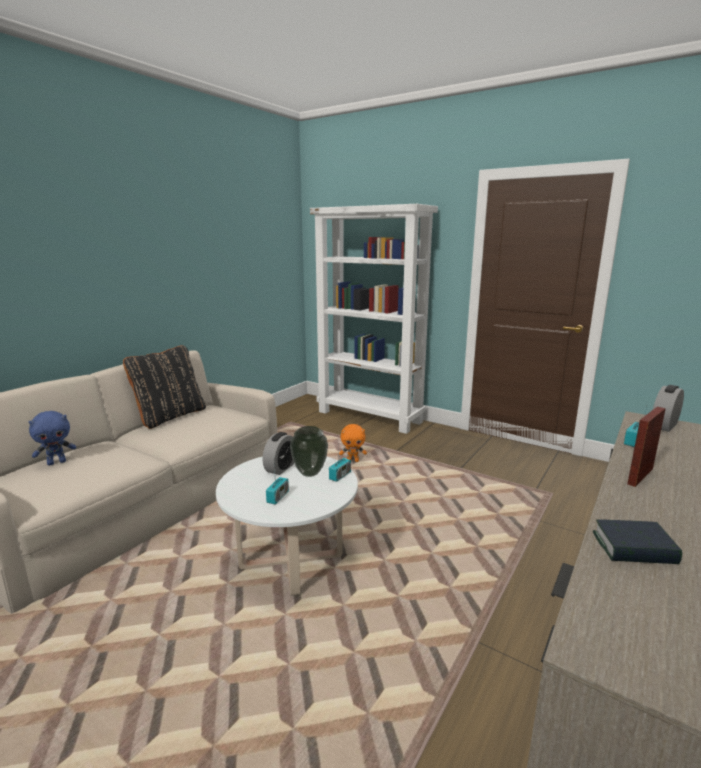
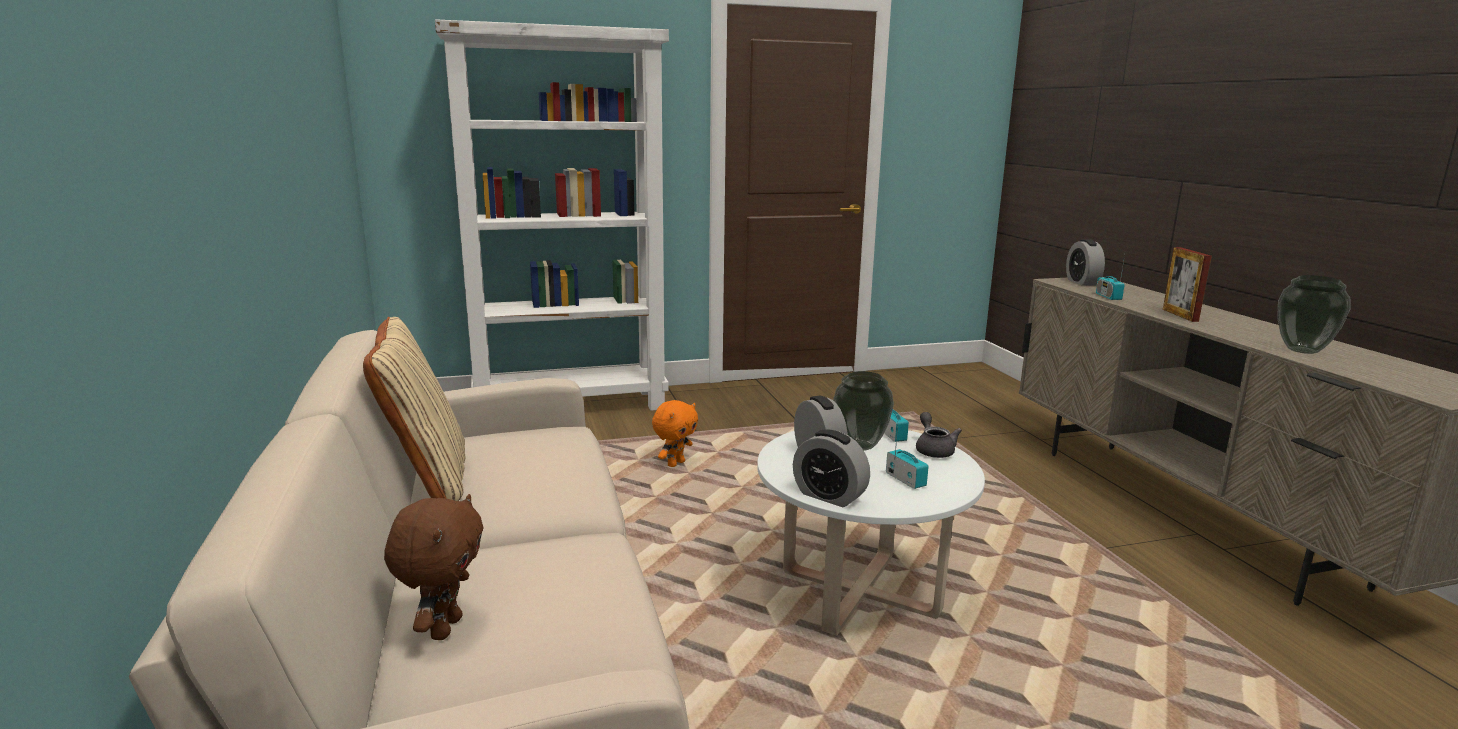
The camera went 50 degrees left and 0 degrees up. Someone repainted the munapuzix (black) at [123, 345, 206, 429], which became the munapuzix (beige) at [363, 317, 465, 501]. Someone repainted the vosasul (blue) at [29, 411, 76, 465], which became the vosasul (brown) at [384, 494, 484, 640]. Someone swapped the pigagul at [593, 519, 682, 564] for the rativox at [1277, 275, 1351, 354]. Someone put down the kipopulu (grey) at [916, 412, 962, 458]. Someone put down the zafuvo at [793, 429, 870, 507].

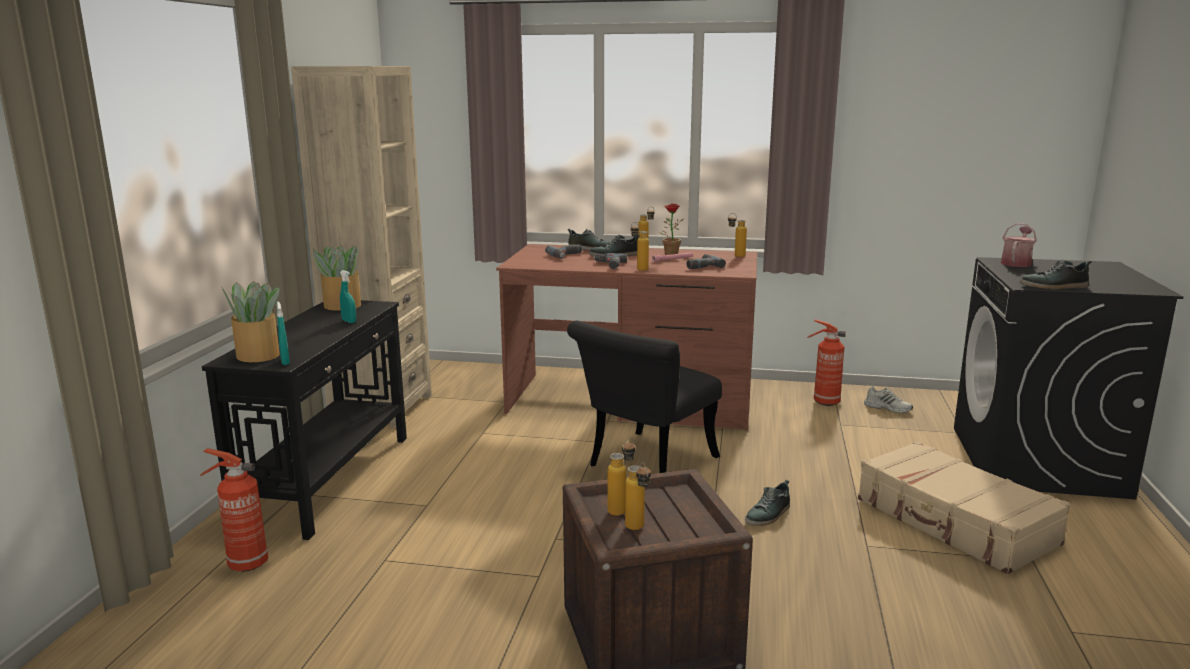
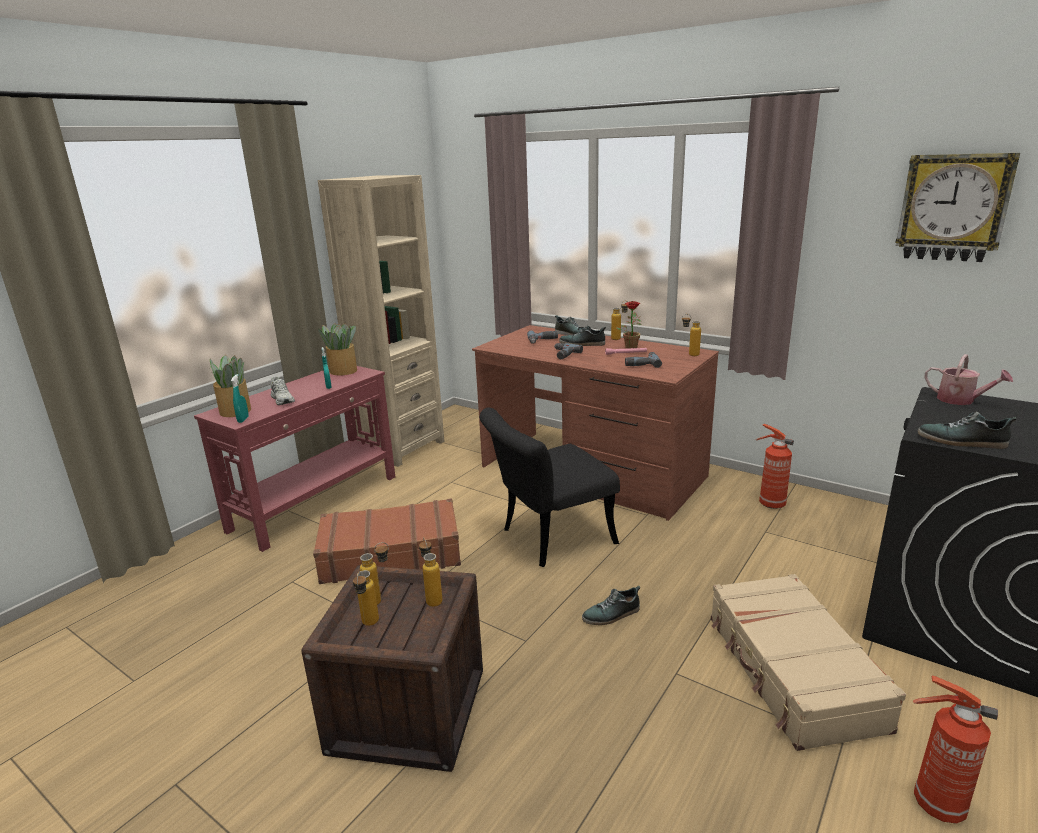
The camera went 25 degrees right and 5 degrees up. Someone carried the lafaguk from [631, 222, 649, 271] to [419, 537, 443, 607]. Someone rotated the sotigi at [1001, 223, 1037, 267] by 75 degrees clockwise. Someone repainted the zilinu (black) at [202, 300, 407, 540], which became the zilinu (red) at [194, 366, 395, 552]. Someone carried the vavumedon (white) from [864, 386, 913, 413] to [271, 377, 295, 405]. Someone carried the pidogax from [200, 448, 268, 572] to [913, 676, 998, 824]. Someone put up the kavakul at [895, 153, 1020, 262]. Someone put down the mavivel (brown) at [313, 498, 461, 584].

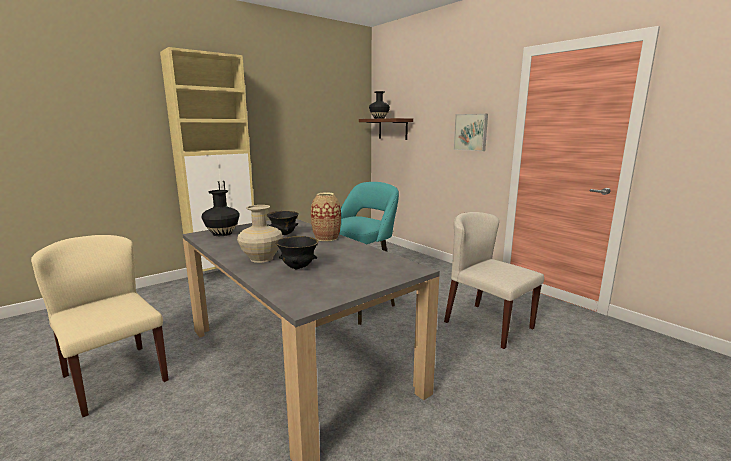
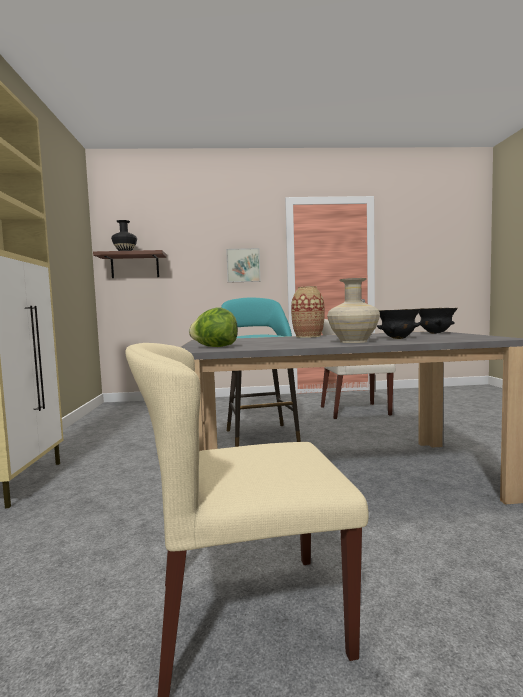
The camera went 55 degrees left and 10 degrees down. Someone swapped the rativox (black) at [201, 190, 240, 236] for the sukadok at [189, 308, 238, 347]. Someone carried the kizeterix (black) from [267, 211, 299, 235] to [419, 308, 458, 334].

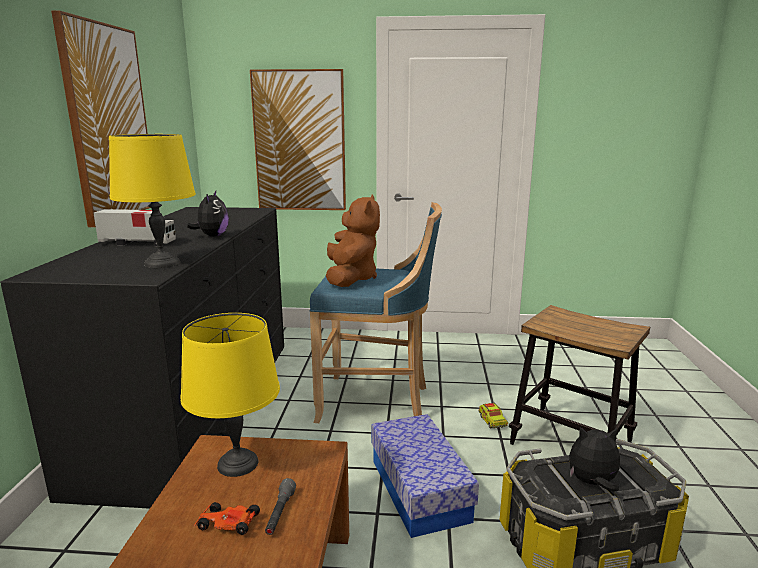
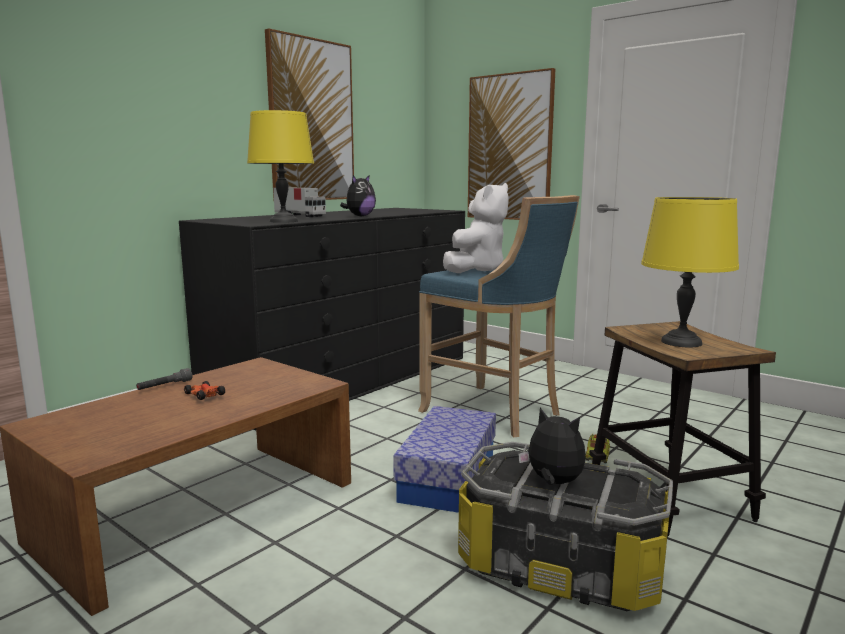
The camera went 35 degrees right and 5 degrees down. Someone repainted the vosasul (brown) at [326, 194, 380, 287], which became the vosasul (white) at [443, 183, 509, 273]. Someone carried the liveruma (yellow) from [180, 313, 280, 477] to [641, 197, 739, 348]. Someone carried the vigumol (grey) from [265, 478, 296, 535] to [136, 368, 192, 390].

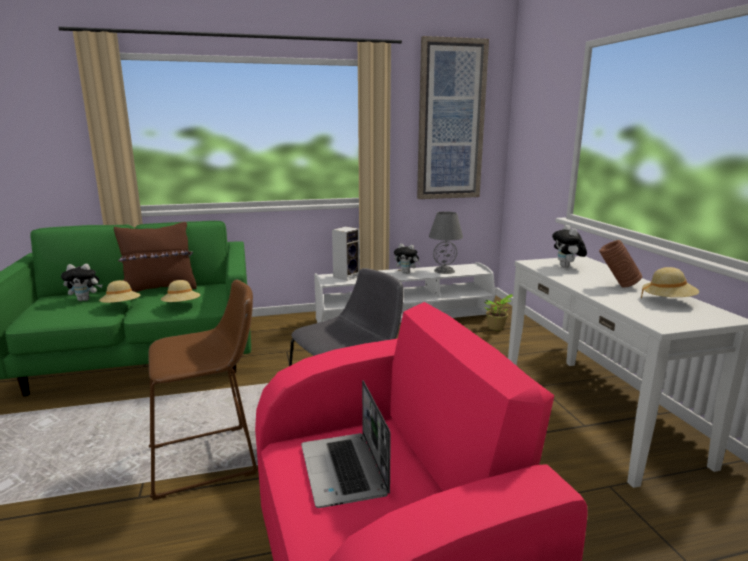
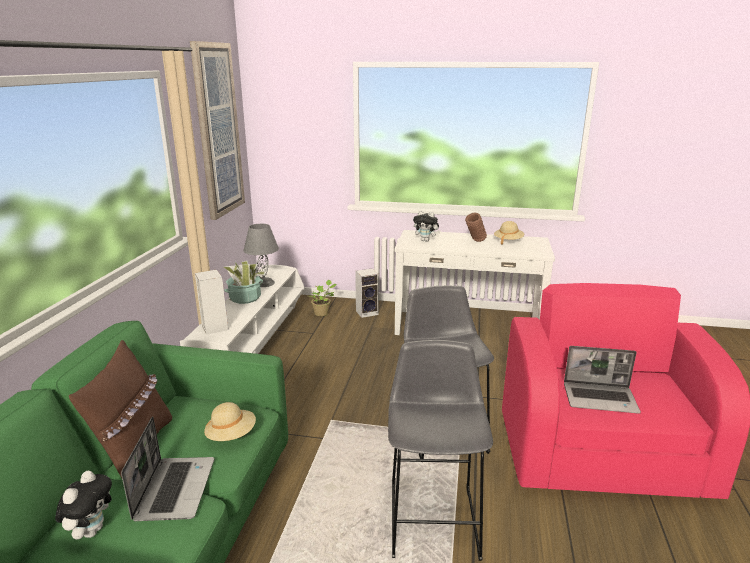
The camera went 65 degrees left and 5 degrees up. Someone swapped the vosasul at [394, 244, 420, 274] for the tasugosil at [224, 261, 265, 304]. Someone swapped the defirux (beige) at [99, 280, 140, 303] for the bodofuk at [121, 416, 214, 521]. Someone repainted the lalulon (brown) at [148, 280, 258, 500], which became the lalulon (grey) at [388, 340, 493, 561]. Someone put down the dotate at [355, 268, 379, 318].

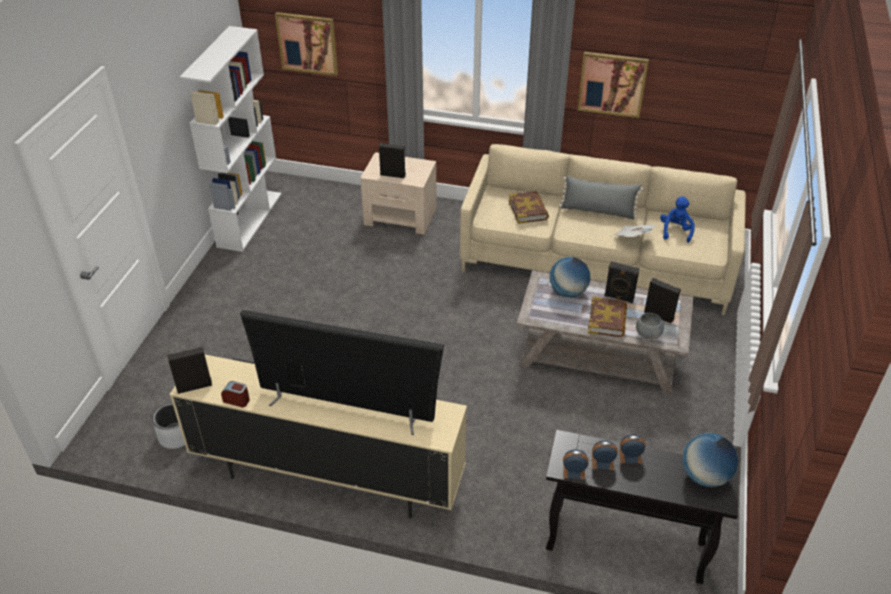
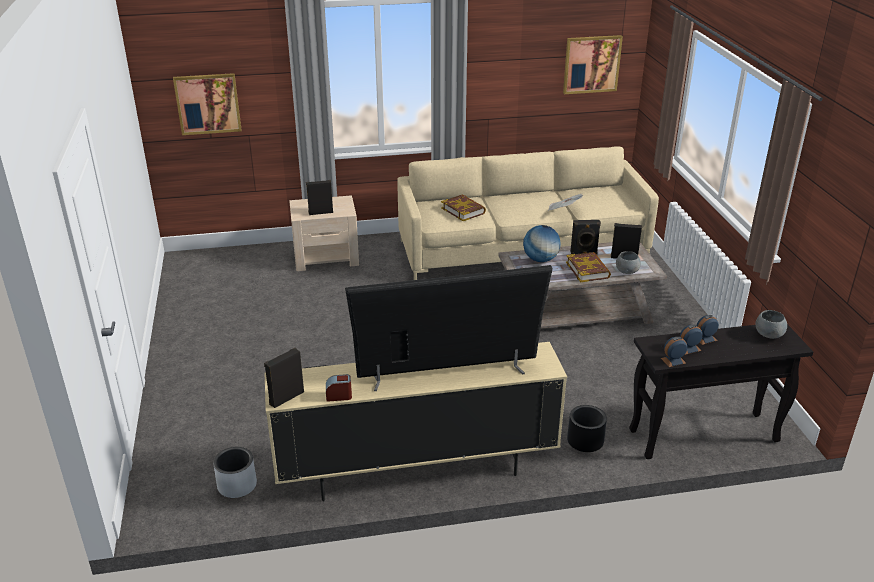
The camera went 25 degrees left and 10 degrees down. Someone took away the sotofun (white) at [180, 26, 281, 252]. Someone carried the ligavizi from [577, 52, 649, 118] to [563, 35, 623, 94]. Someone took away the munapuzix (grey) at [559, 176, 643, 220]. Someone took away the vosasul (blue) at [660, 196, 695, 243]. Someone swapped the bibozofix at [682, 433, 738, 487] for the kizeterix (grey) at [756, 310, 787, 339]. Someone put down the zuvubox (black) at [567, 405, 607, 452].

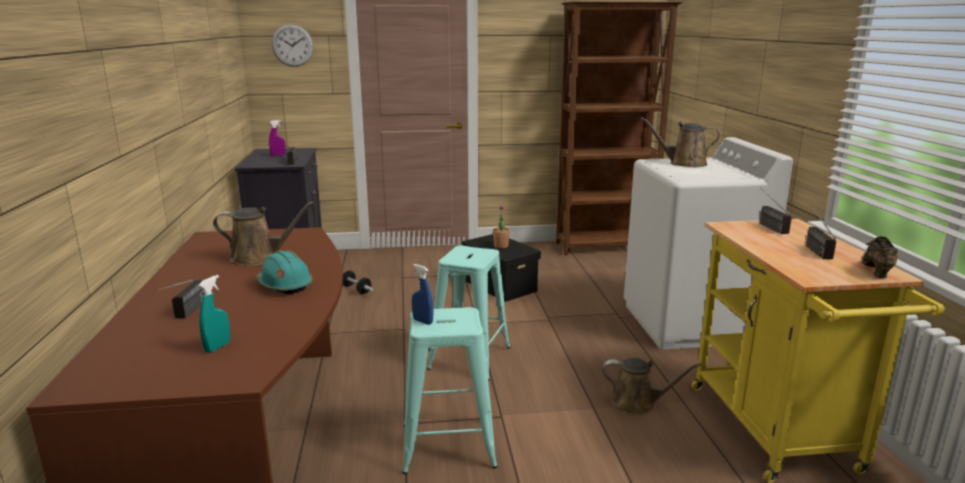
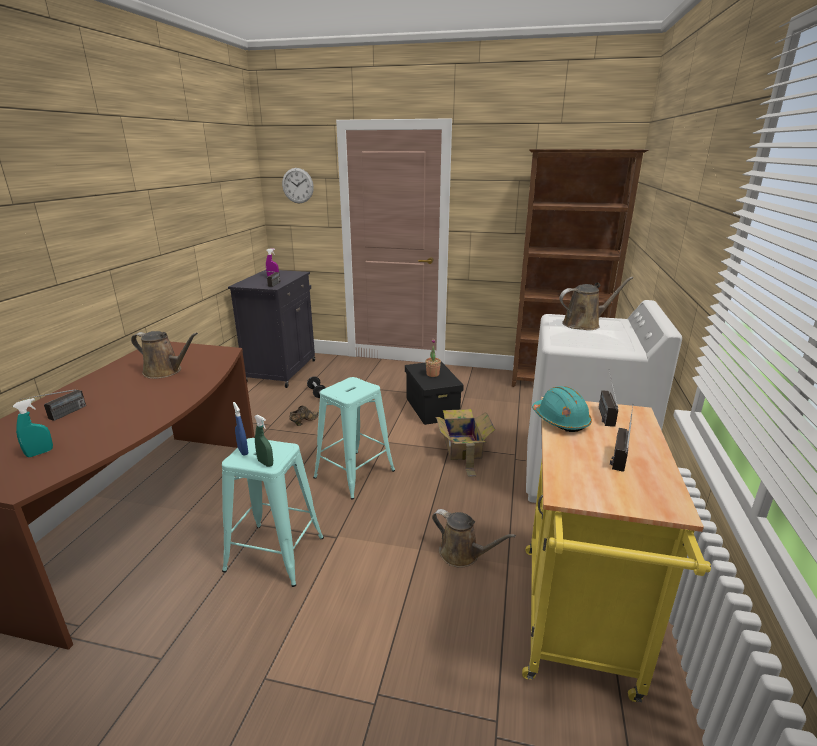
The camera went 20 degrees right and 5 degrees up. Someone rotated the sotigi (brown) at [641, 117, 720, 167] by 135 degrees clockwise. Someone carried the vavumedon (brown) from [862, 236, 898, 278] to [290, 406, 319, 426]. Someone carried the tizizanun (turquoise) from [256, 250, 313, 294] to [532, 386, 592, 432]. Someone put down the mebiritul at [435, 409, 495, 477]. Someone put down the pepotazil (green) at [254, 415, 273, 467].

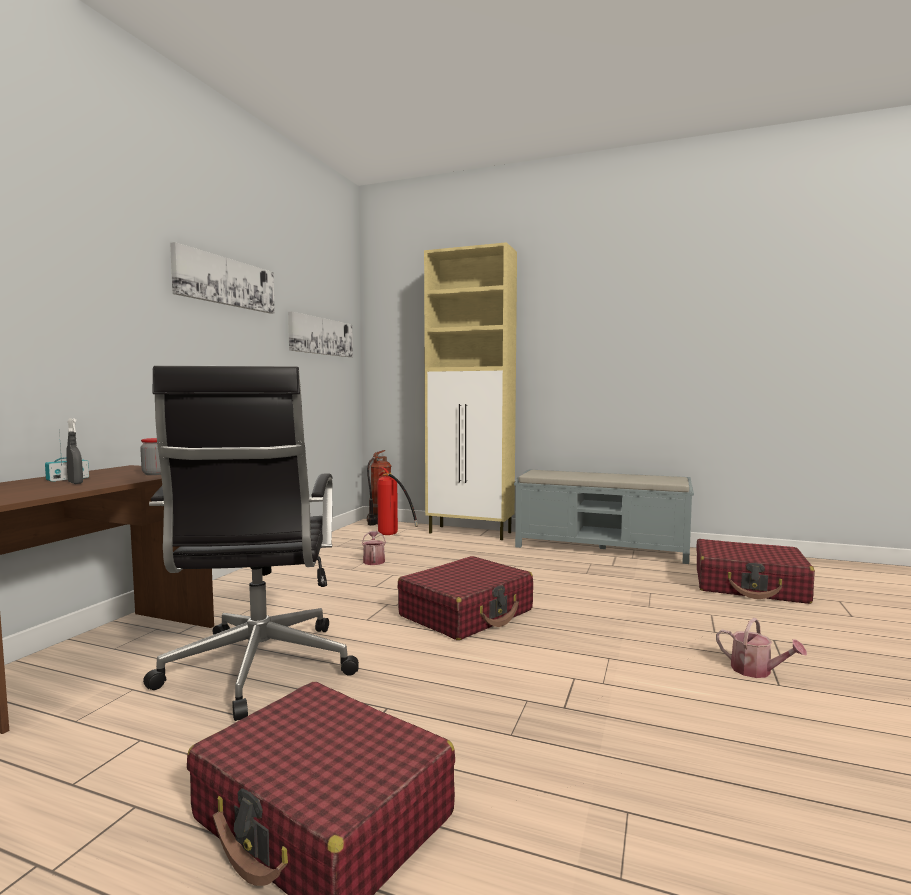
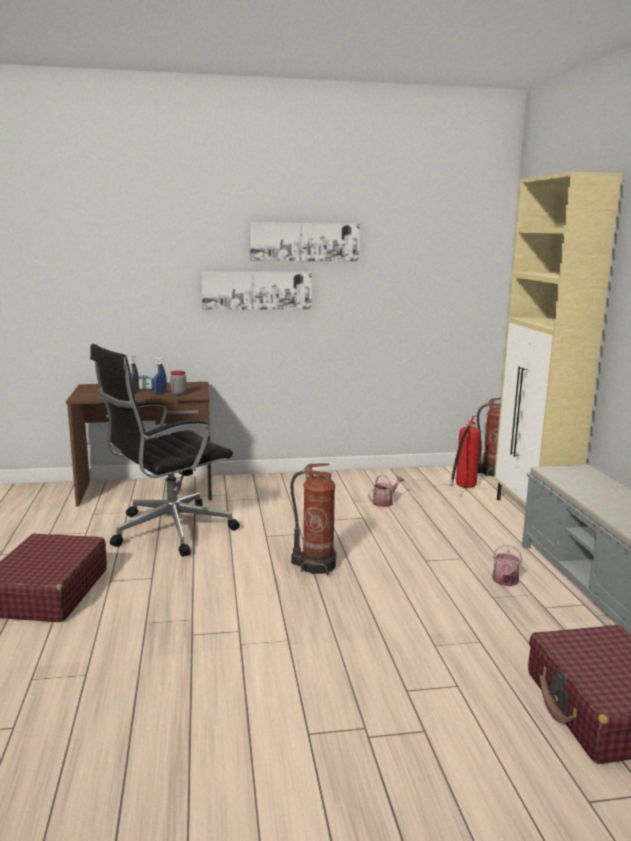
The camera went 60 degrees right and 10 degrees up. Someone carried the ligavizi from [288, 312, 353, 357] to [201, 272, 312, 310]. Someone swapped the mavivel (red) at [398, 556, 533, 640] for the pidogax at [291, 464, 336, 576]. Someone carried the sotigi from [716, 618, 807, 678] to [492, 545, 522, 586]. Someone put down the pepotazil (blue) at [153, 357, 167, 394].

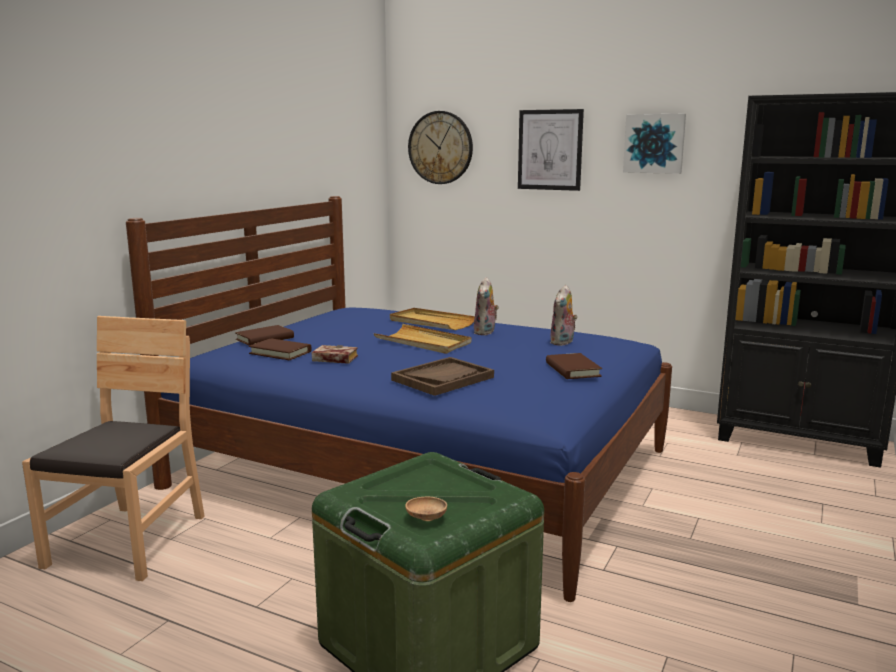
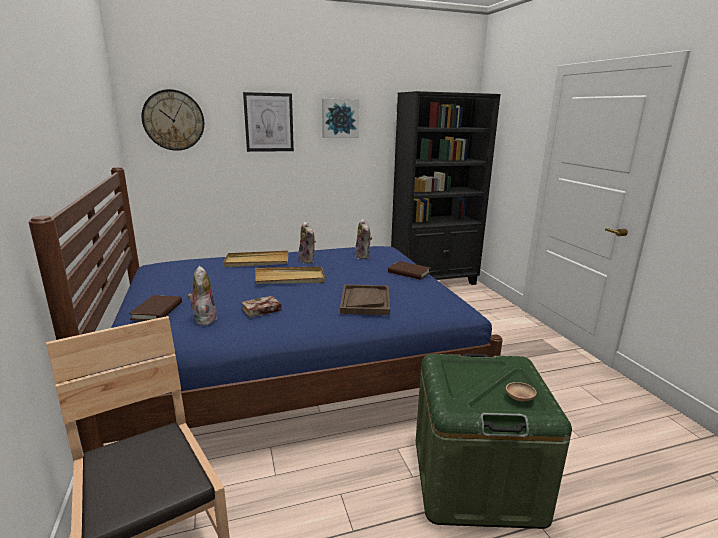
The camera went 45 degrees left and 5 degrees up. Someone swapped the pigagul (brown) at [249, 338, 312, 360] for the vosasul at [188, 266, 217, 326].

